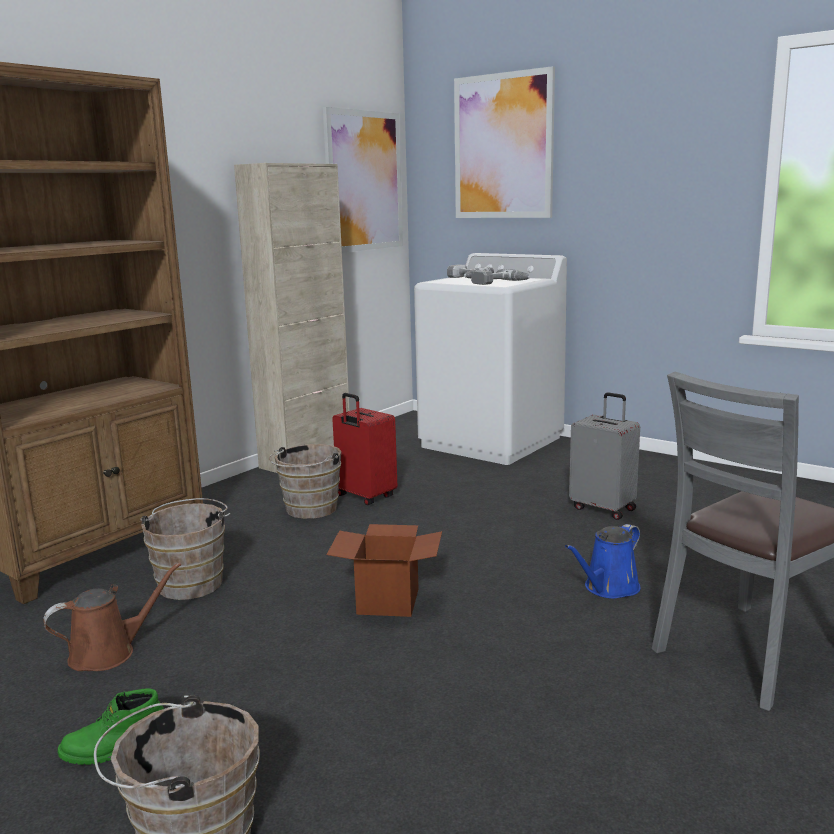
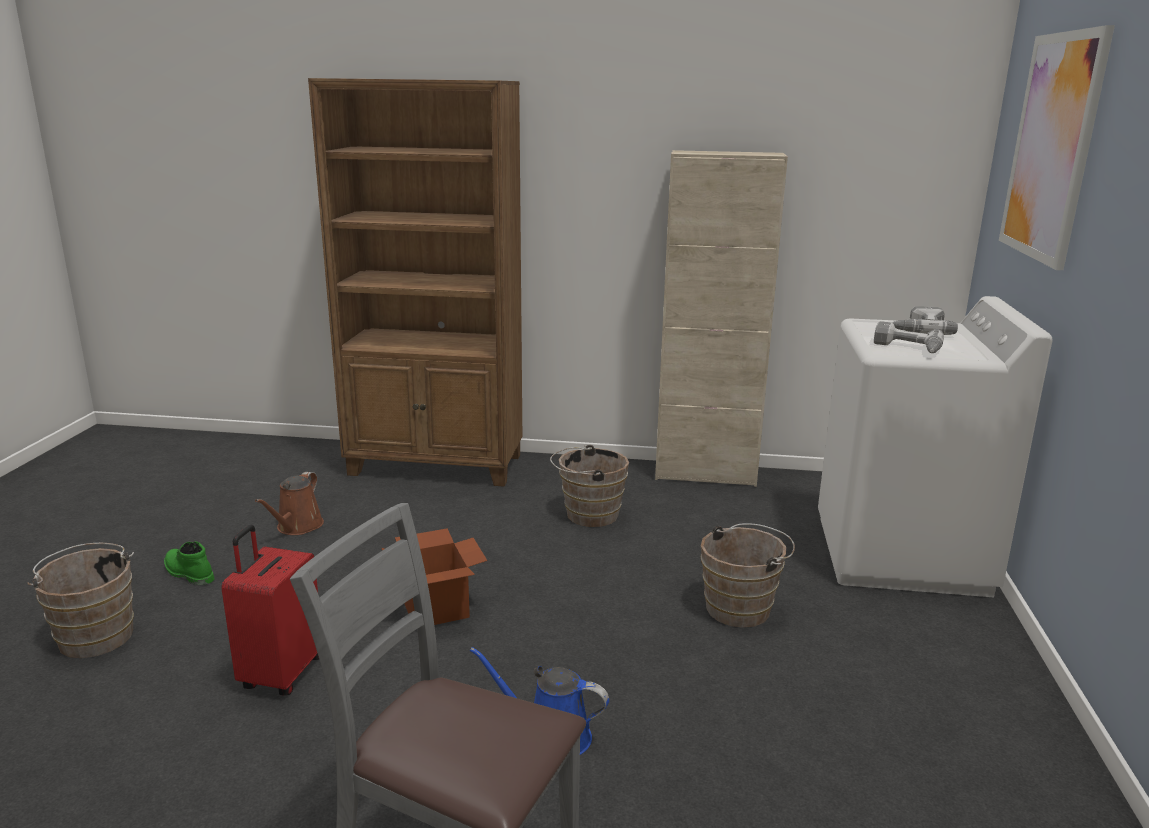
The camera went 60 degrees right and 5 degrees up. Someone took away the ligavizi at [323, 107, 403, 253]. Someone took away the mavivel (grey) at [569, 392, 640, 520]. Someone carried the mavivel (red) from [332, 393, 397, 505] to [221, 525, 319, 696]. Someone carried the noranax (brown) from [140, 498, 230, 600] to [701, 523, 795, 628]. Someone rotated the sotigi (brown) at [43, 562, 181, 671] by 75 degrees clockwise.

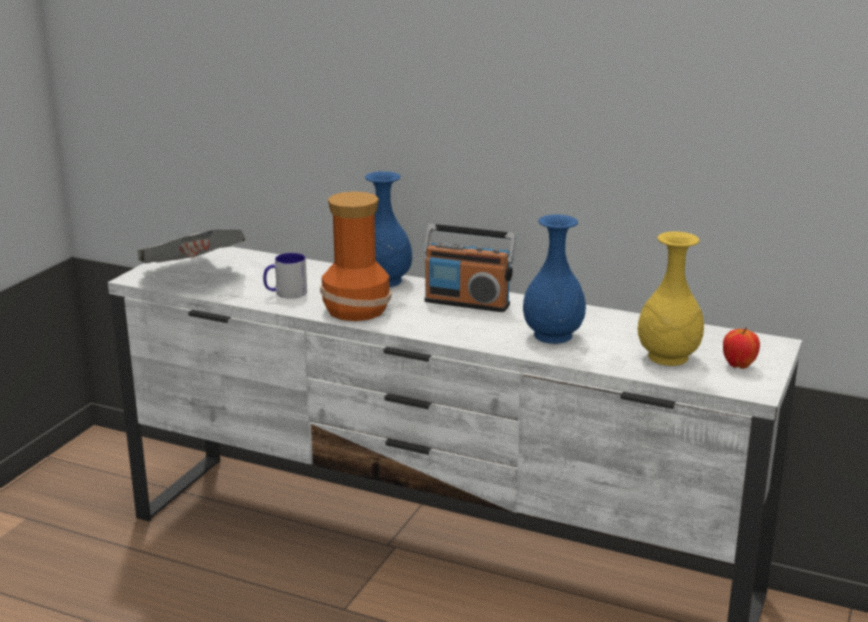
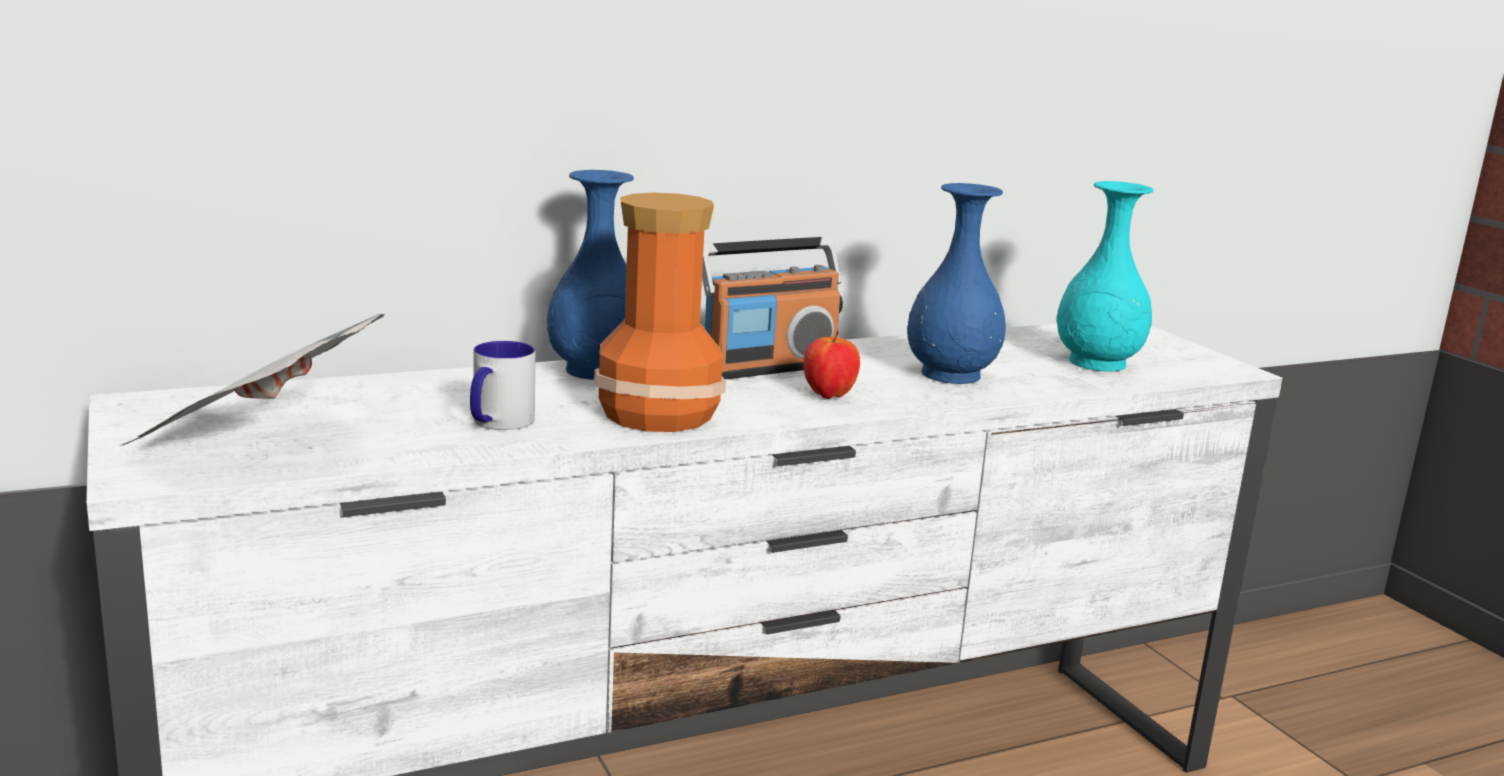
The camera went 50 degrees left and 5 degrees down. Someone repainted the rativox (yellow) at [638, 231, 704, 366], which became the rativox (turquoise) at [1056, 181, 1154, 372]. Someone carried the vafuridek from [723, 327, 760, 369] to [803, 331, 860, 399].

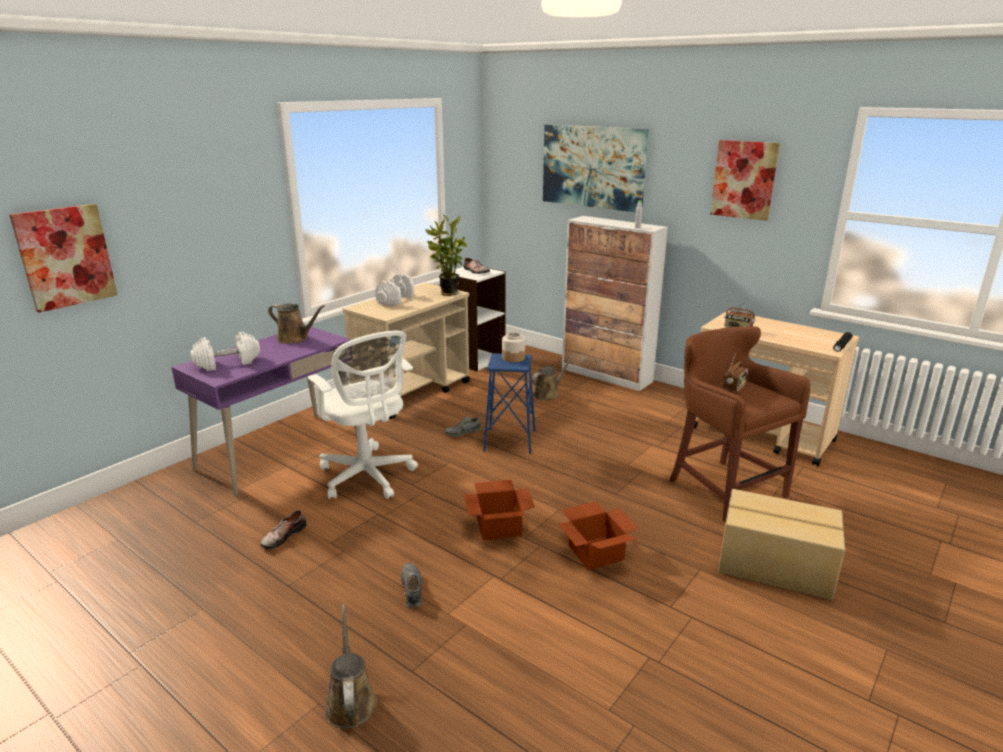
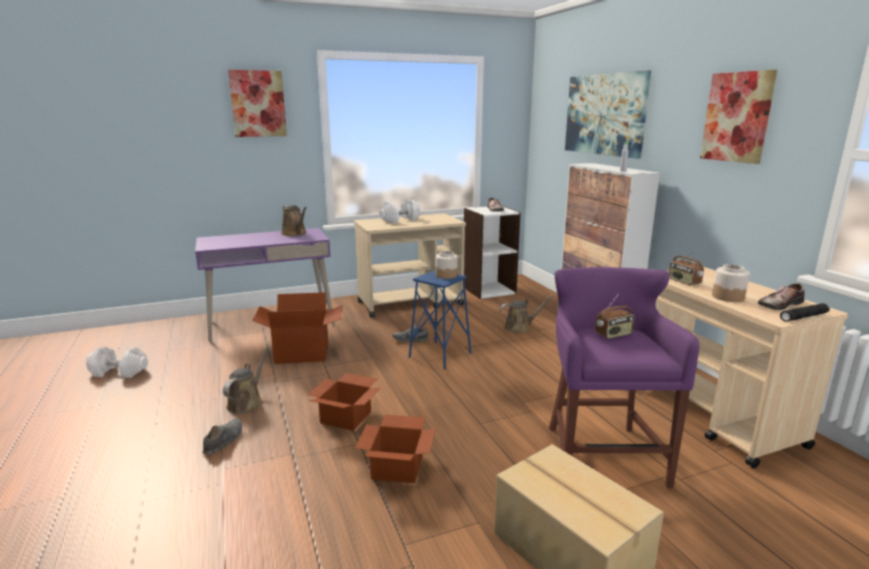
The camera went 30 degrees right and 5 degrees down. Someone carried the ligavizi from [9, 204, 118, 313] to [228, 70, 287, 137]. Someone took away the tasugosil at [425, 214, 467, 296]. Someone repainted the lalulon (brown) at [669, 326, 811, 523], which became the lalulon (purple) at [549, 267, 699, 488]. Someone swapped the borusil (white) at [308, 331, 418, 499] for the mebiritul at [252, 292, 343, 364]. Someone carried the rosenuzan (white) from [191, 332, 260, 371] to [86, 347, 148, 378]. Someone carried the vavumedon from [260, 510, 307, 549] to [758, 283, 805, 310]. Someone carried the sotigi (brown) from [325, 604, 377, 729] to [223, 346, 269, 414]. Someone put down the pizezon at [712, 264, 750, 302].

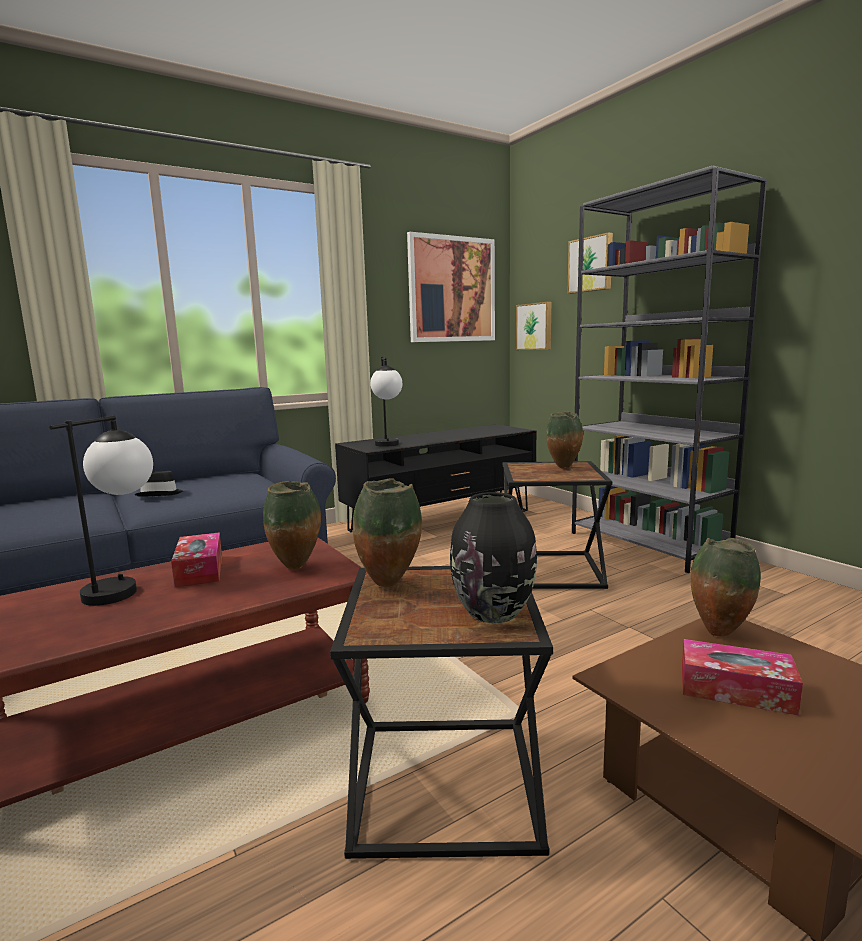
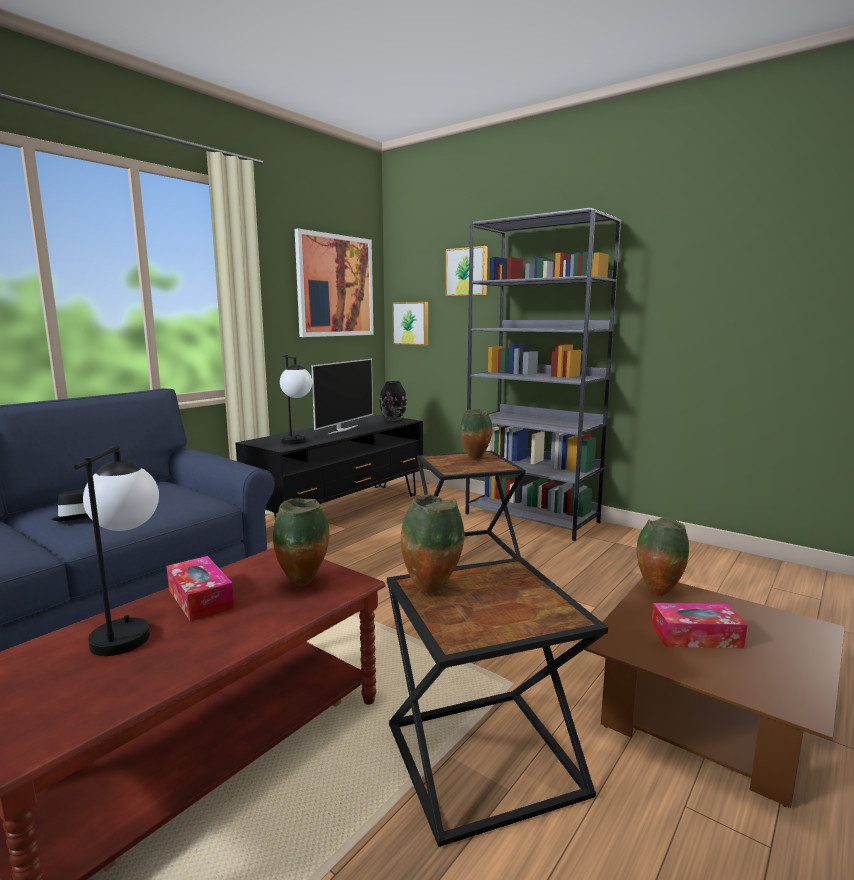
The camera went 20 degrees left and 0 degrees up. Someone carried the rativox (black) from [450, 492, 537, 623] to [380, 381, 407, 421]. Someone put down the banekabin at [311, 359, 373, 434].

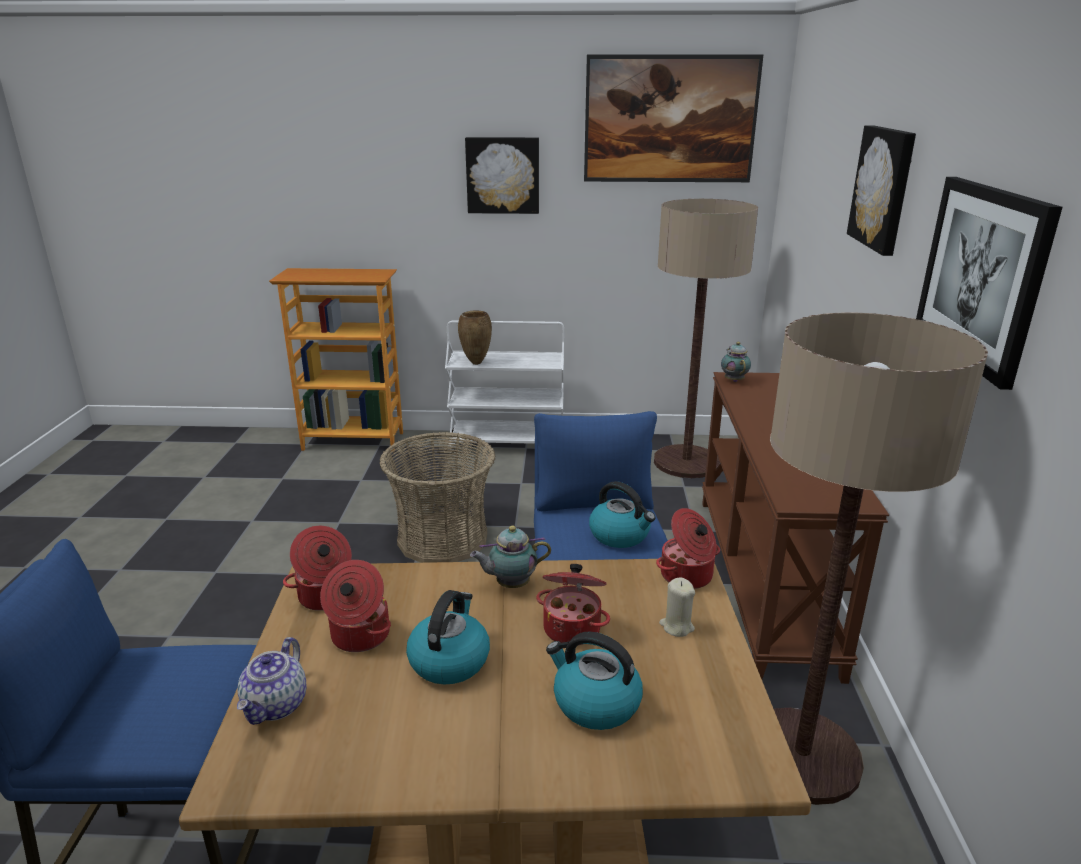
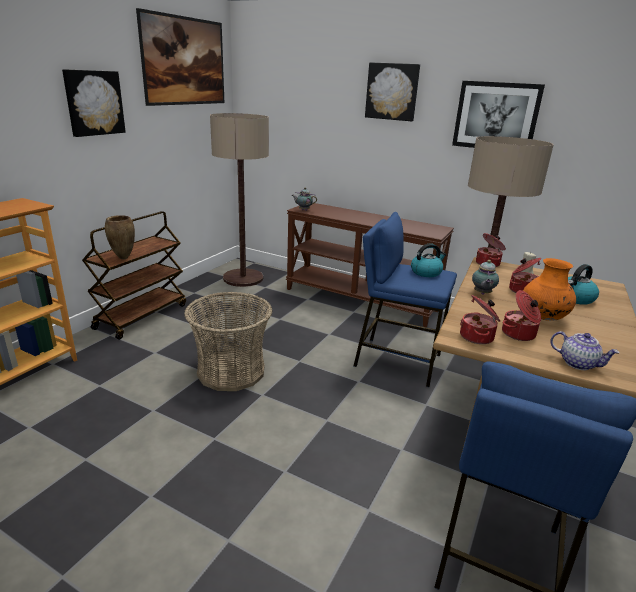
The camera went 65 degrees left and 0 degrees up. Someone repainted the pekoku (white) at [445, 321, 564, 453], which became the pekoku (brown) at [82, 211, 186, 340]. Someone swapped the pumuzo at [406, 590, 490, 684] for the rativox (orange) at [523, 258, 576, 321].

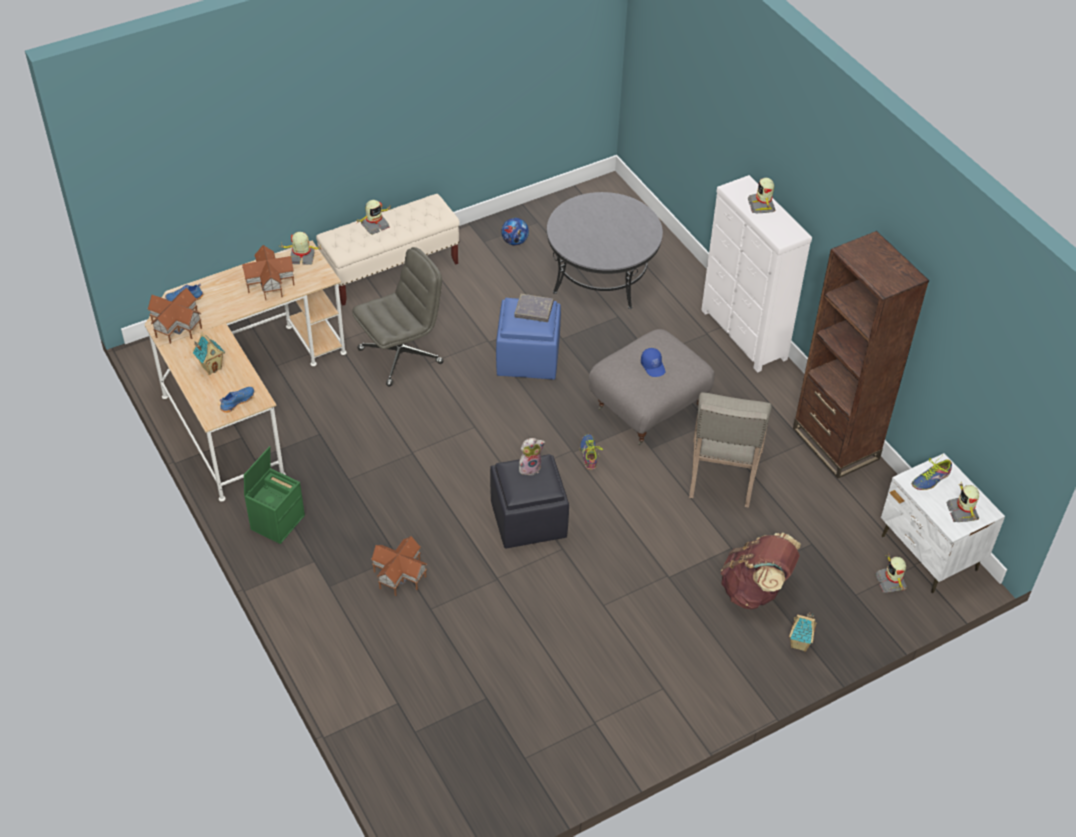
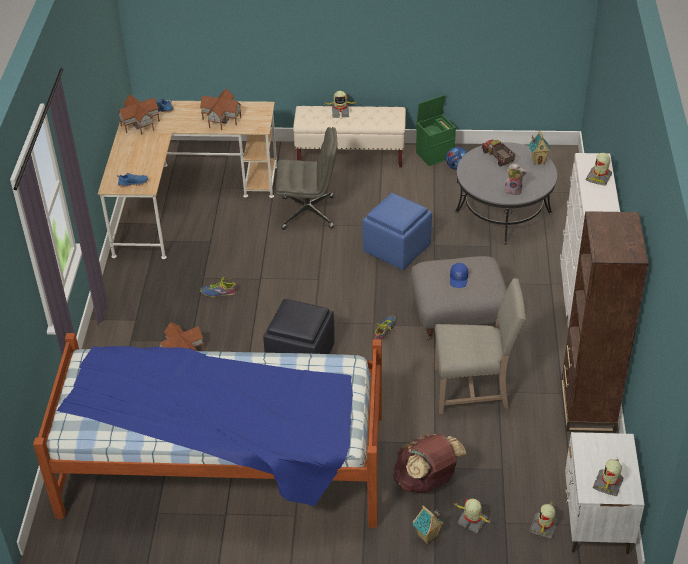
The camera went 35 degrees right and 5 degrees down. Someone carried the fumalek from [280, 232, 321, 265] to [453, 499, 492, 533]. Someone took away the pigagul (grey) at [514, 294, 554, 322]. Someone carried the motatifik from [193, 332, 225, 375] to [529, 131, 551, 165]. Someone rotated the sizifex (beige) at [689, 392, 772, 508] by 135 degrees counterclockwise. Someone carried the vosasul from [519, 438, 545, 475] to [504, 164, 527, 196]. Someone carried the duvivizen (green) from [244, 446, 305, 544] to [416, 95, 456, 166]. Someone carried the vavumedon from [912, 456, 952, 490] to [200, 277, 237, 297]. Someone put down the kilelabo at [482, 139, 516, 167]. Someone put down the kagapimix at [33, 333, 382, 528].

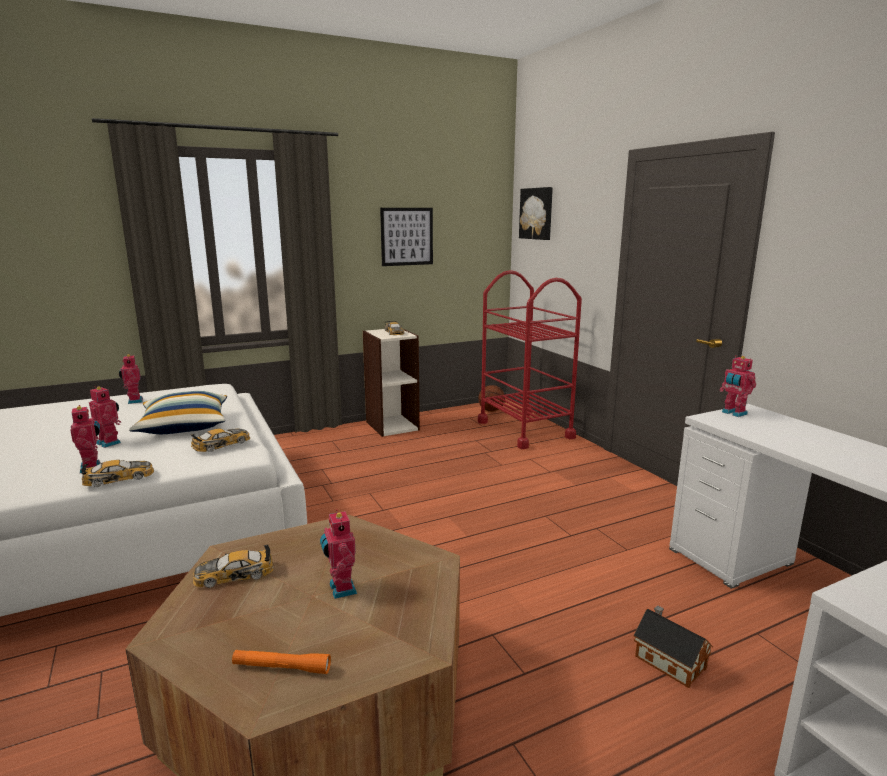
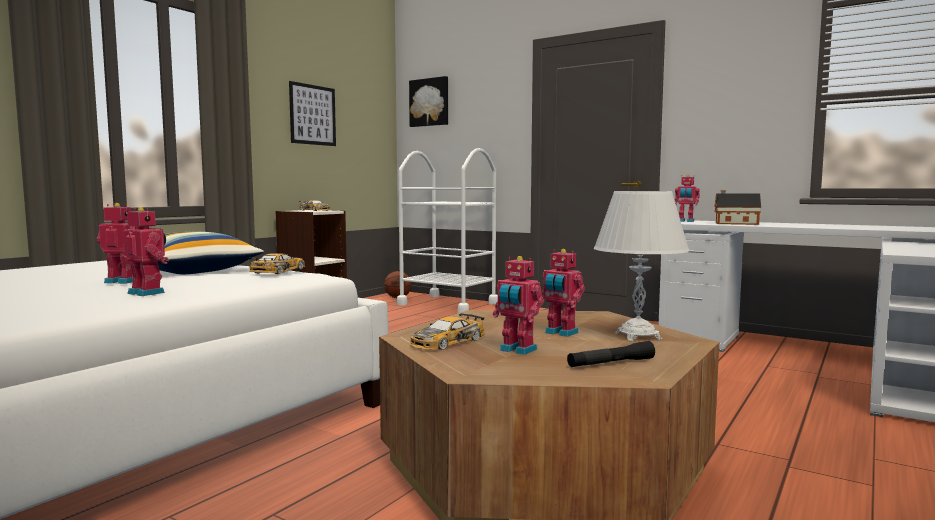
The camera went 30 degrees left and 10 degrees down. Someone repainted the pekoku (red) at [478, 270, 582, 449], which became the pekoku (white) at [397, 148, 498, 313]. Someone carried the fumalek from [119, 354, 143, 404] to [493, 256, 544, 355]. Someone took away the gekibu at [81, 460, 154, 487]. Someone carried the motatifik from [634, 605, 713, 688] to [714, 190, 761, 225]. Someone repainted the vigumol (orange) at [232, 650, 331, 674], which became the vigumol (black) at [567, 341, 655, 367]. Someone put down the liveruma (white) at [594, 191, 690, 341].

